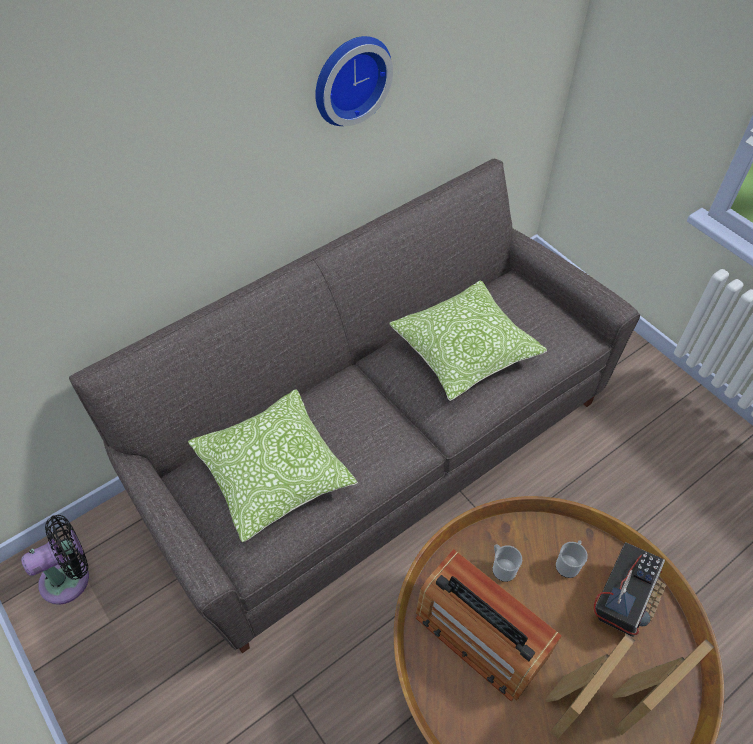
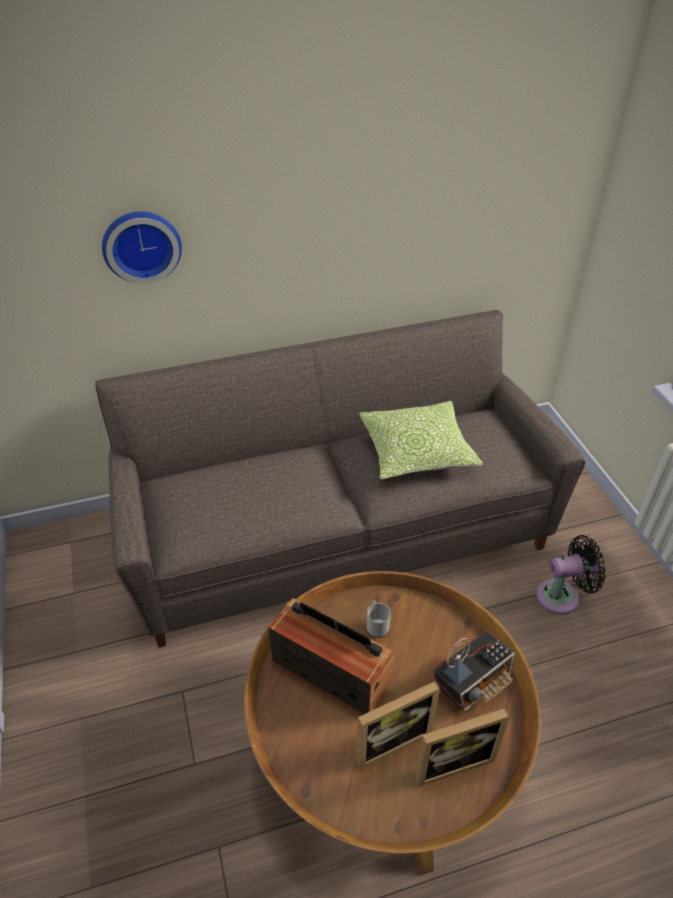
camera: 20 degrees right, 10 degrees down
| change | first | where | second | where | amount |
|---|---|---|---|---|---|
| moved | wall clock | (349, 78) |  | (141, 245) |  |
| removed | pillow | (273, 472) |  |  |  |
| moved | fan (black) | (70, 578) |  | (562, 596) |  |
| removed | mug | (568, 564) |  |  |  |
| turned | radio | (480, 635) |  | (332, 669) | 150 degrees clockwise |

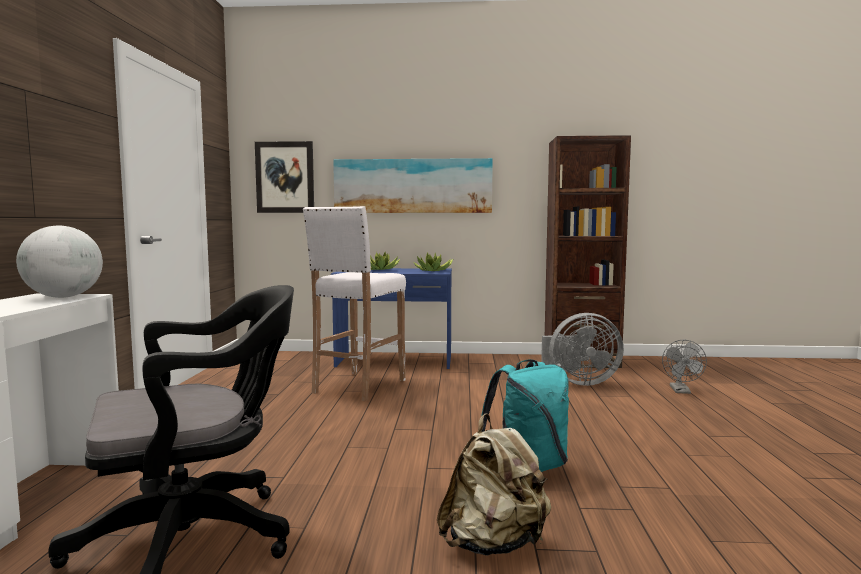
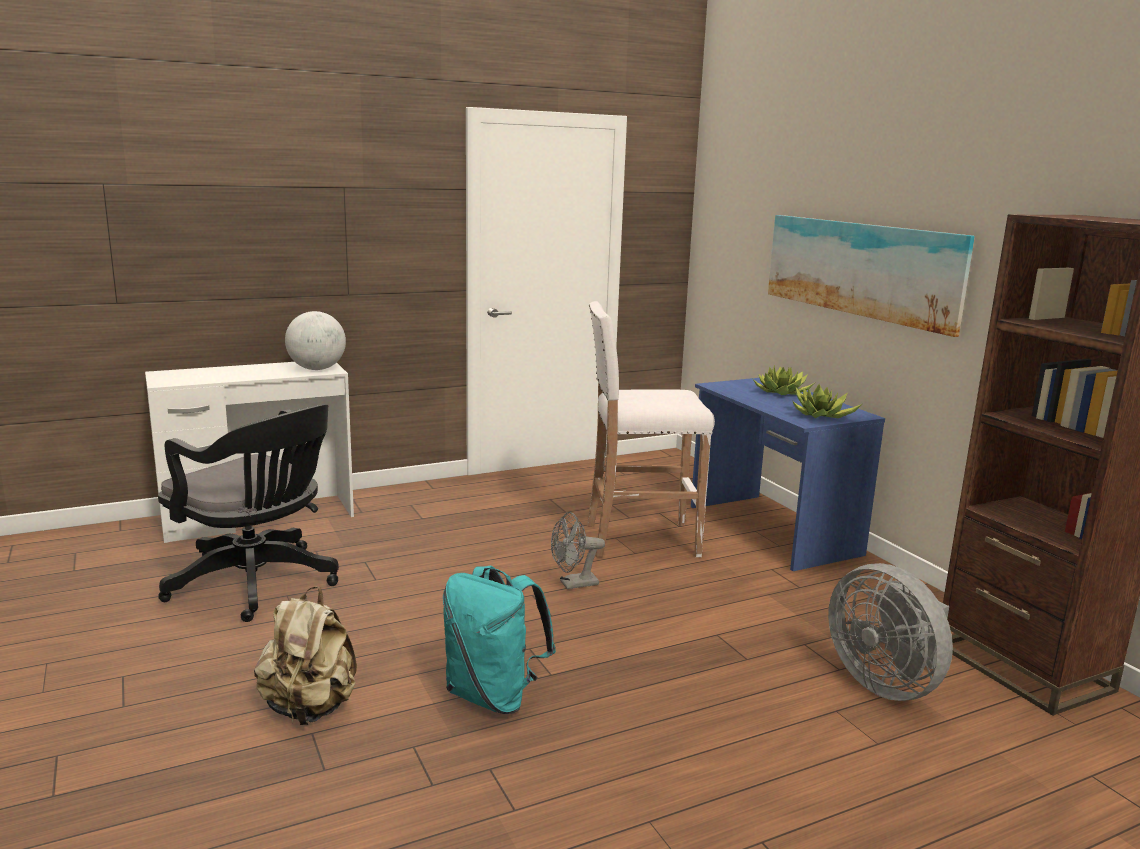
camera: 60 degrees right, 10 degrees up
| change | first | where | second | where | amount |
|---|---|---|---|---|---|
| removed | picture | (285, 177) |  |  |  |
| moved | fan (grey) | (681, 391) |  | (573, 584) |  |

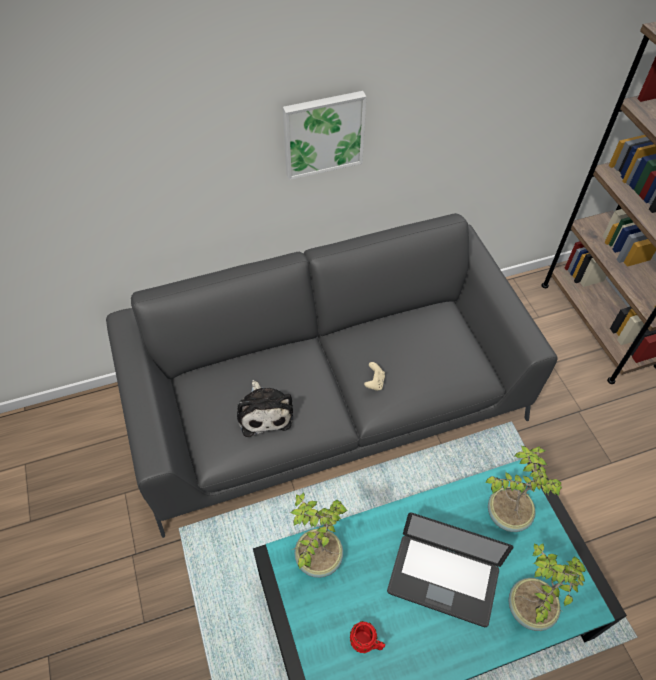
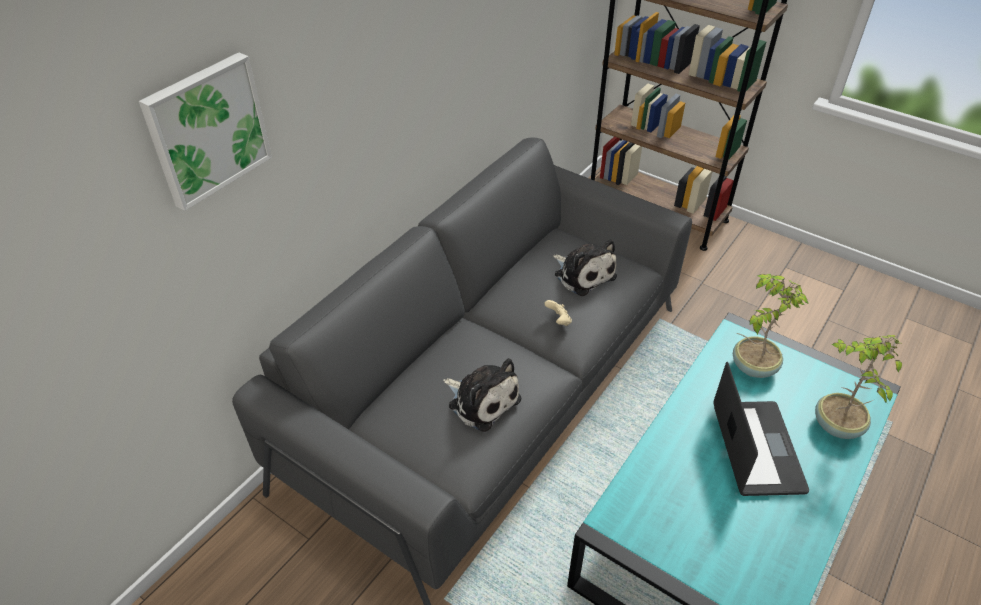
camera: 35 degrees left, 10 degrees down
| change | first | where | second | where | amount |
|---|---|---|---|---|---|
| moved | picture | (323, 133) |  | (206, 129) |  |
| removed | potted plant | (317, 557) |  |  |  |
| turned | laptop | (443, 580) |  | (757, 448) | 75 degrees counterclockwise |
| removed | mug (red) | (366, 643) |  |  |  |
| added |  |  | plush toy | (583, 274) |  |

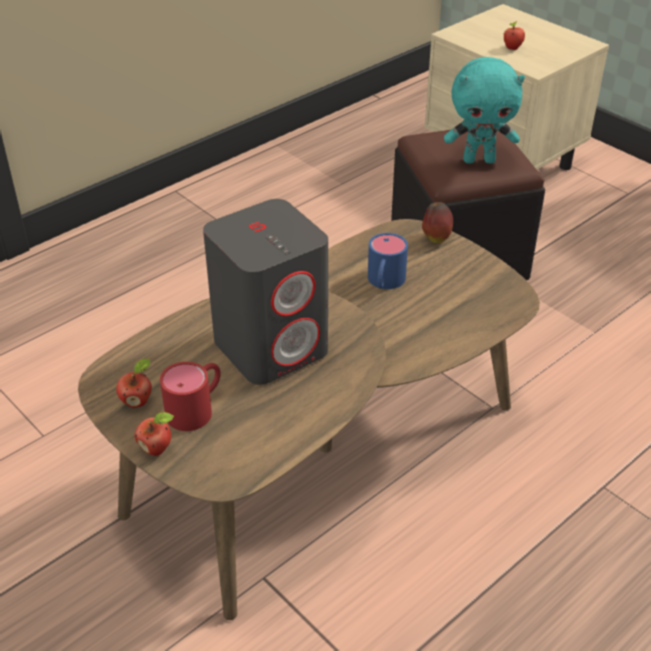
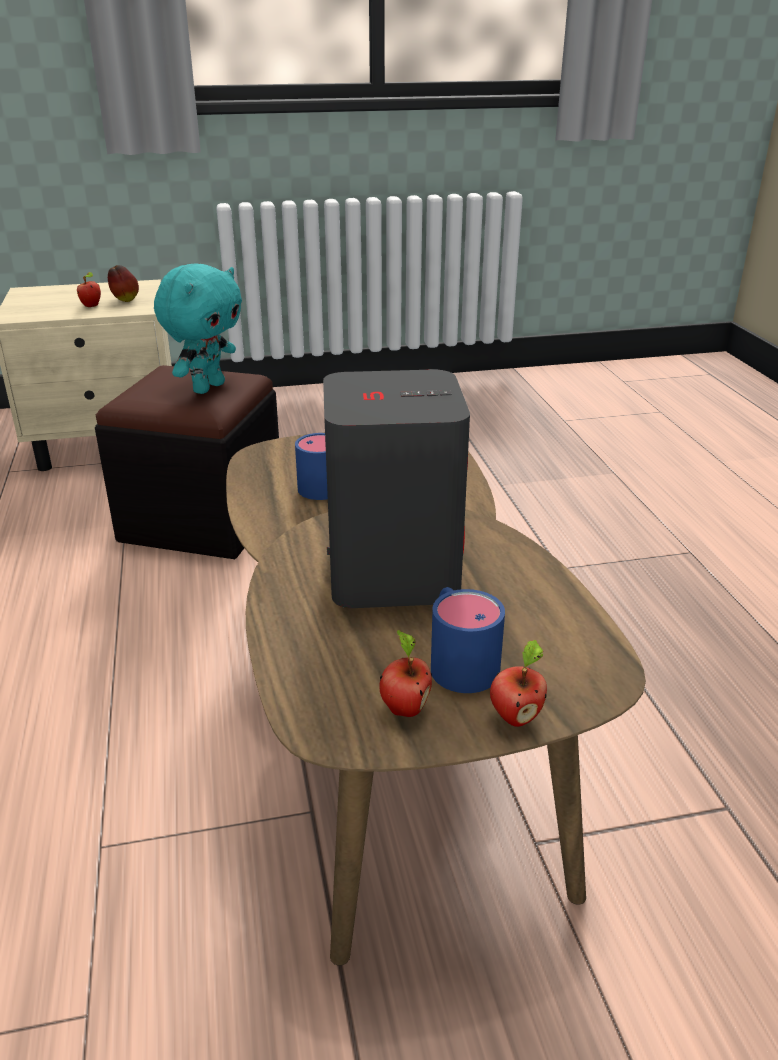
camera: 60 degrees left, 10 degrees down
| change | first | where | second | where | amount |
|---|---|---|---|---|---|
| moved | apple | (436, 238) |  | (125, 300) |  |
| recoloured | mug (red) | (197, 408) | mug (blue) | (458, 660) |  |

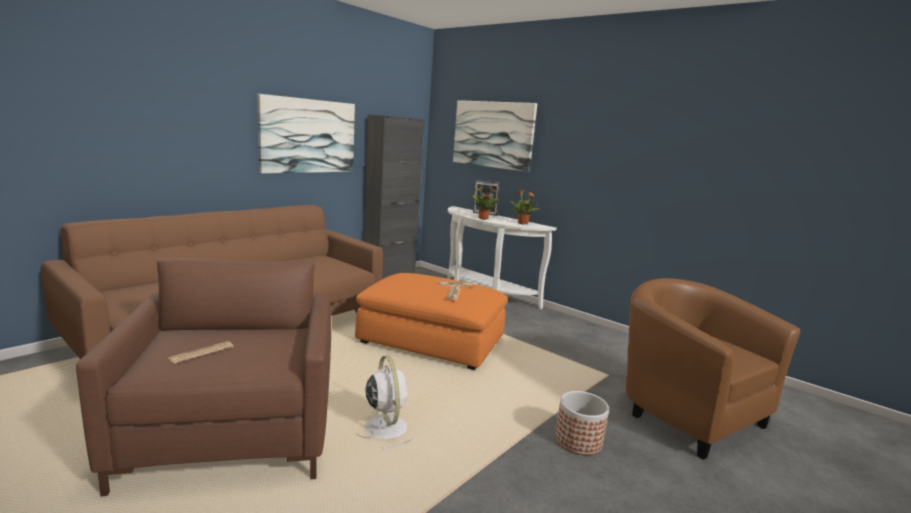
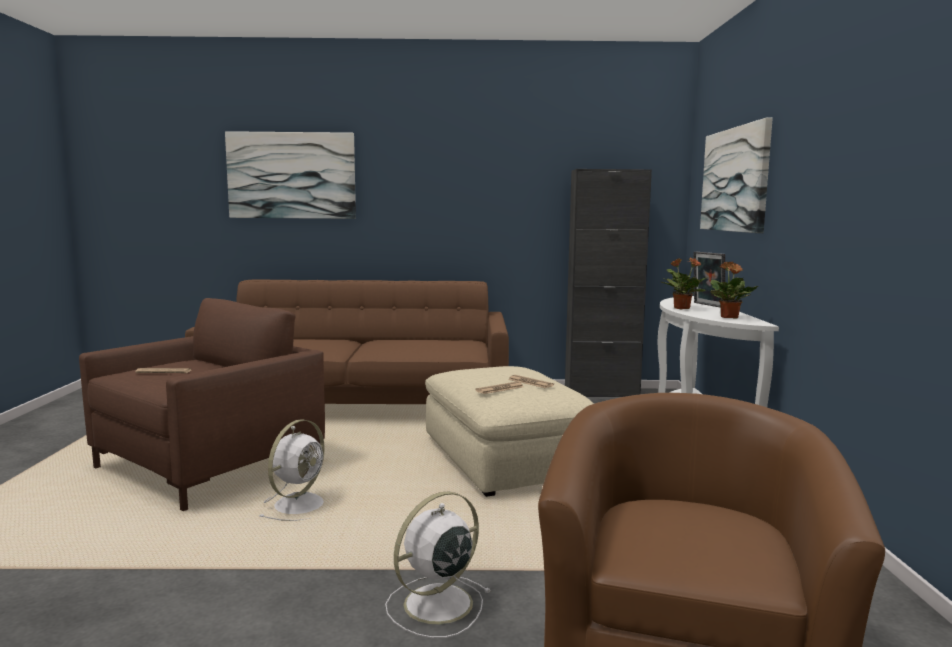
camera: 50 degrees right, 5 degrees down
| change | first | where | second | where | amount |
|---|---|---|---|---|---|
| moved | picture | (308, 136) |  | (292, 175) |  |
| recoloured | ottoman (orange) | (431, 341) | ottoman (beige) | (506, 458) |  |
| replaced | planter | (578, 441) | fan (white) | (435, 605) |  |

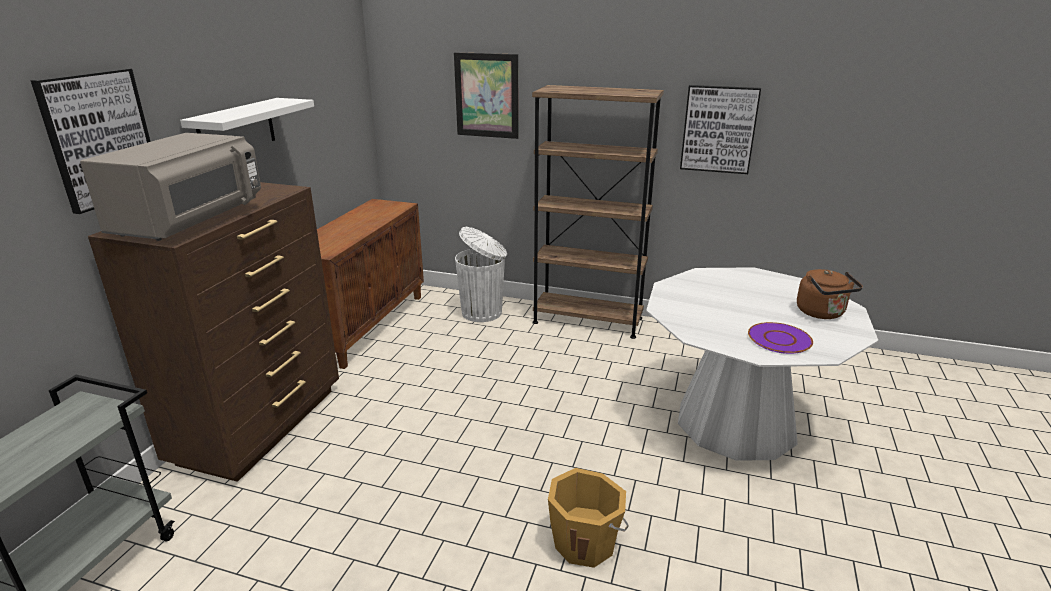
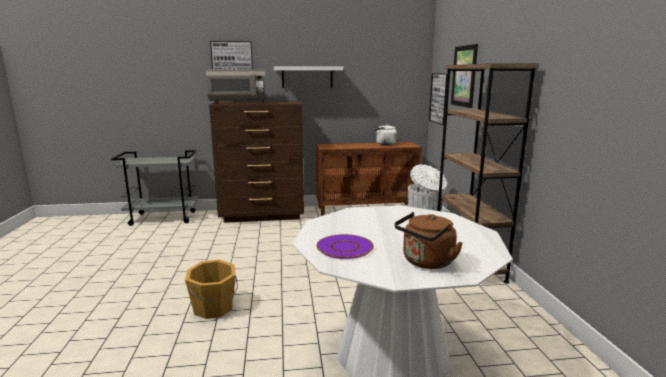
camera: 65 degrees right, 10 degrees down
| change | first | where | second | where | amount |
|---|---|---|---|---|---|
| moved | picture | (719, 129) |  | (440, 98) |  |
| added |  |  | kettle (white) | (384, 144) |  |

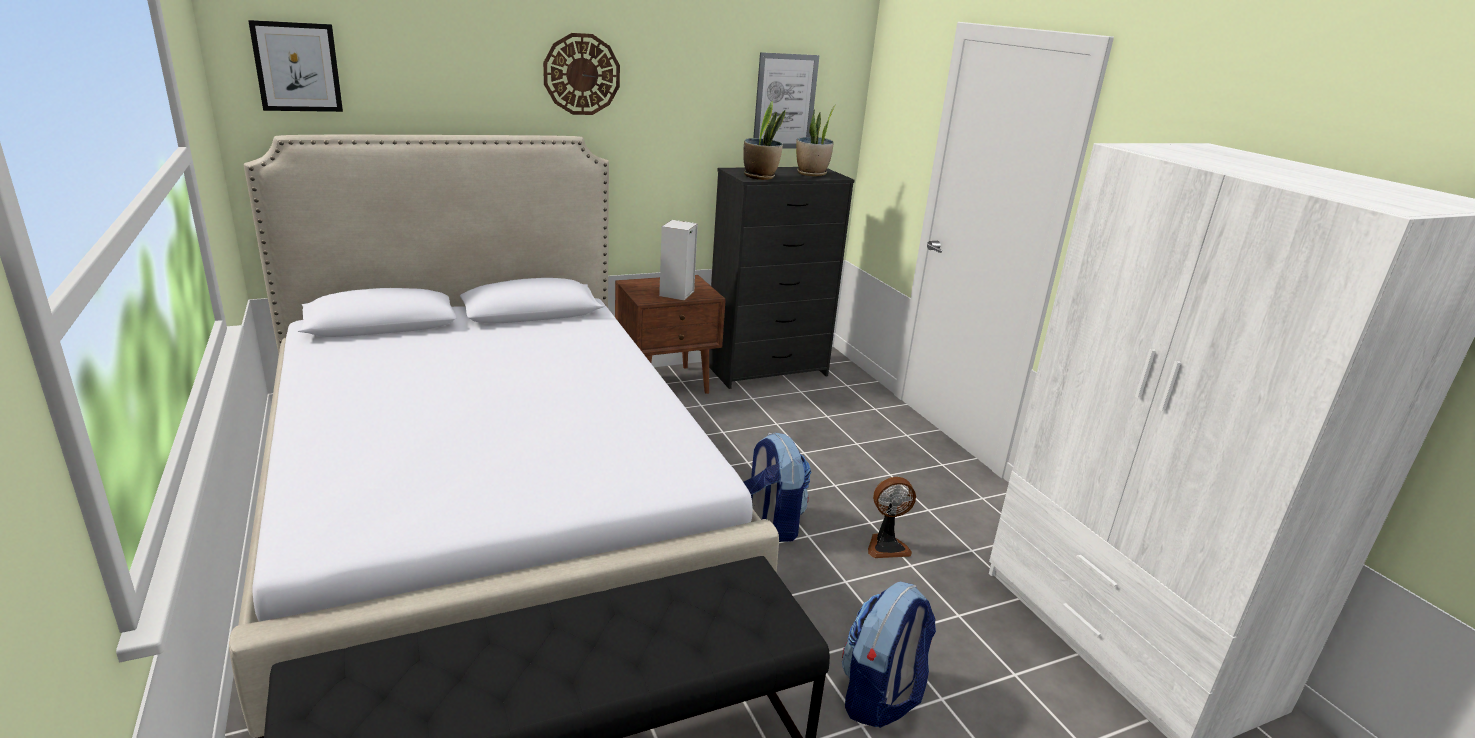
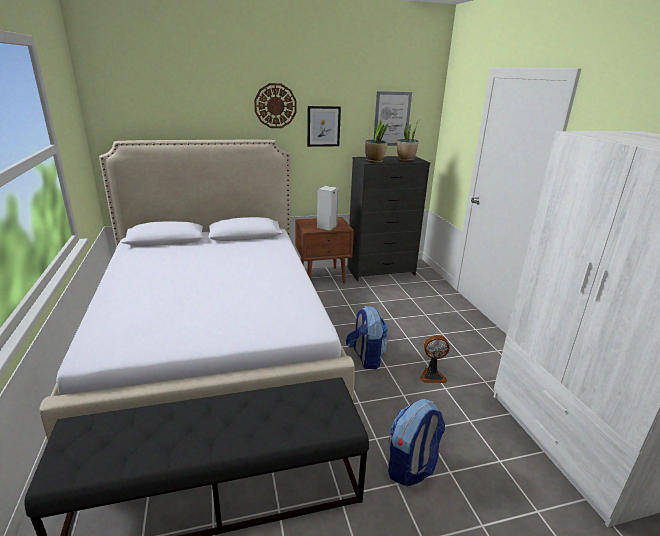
camera: 10 degrees right, 0 degrees up
| change | first | where | second | where | amount |
|---|---|---|---|---|---|
| moved | picture | (297, 67) |  | (323, 126) |  |

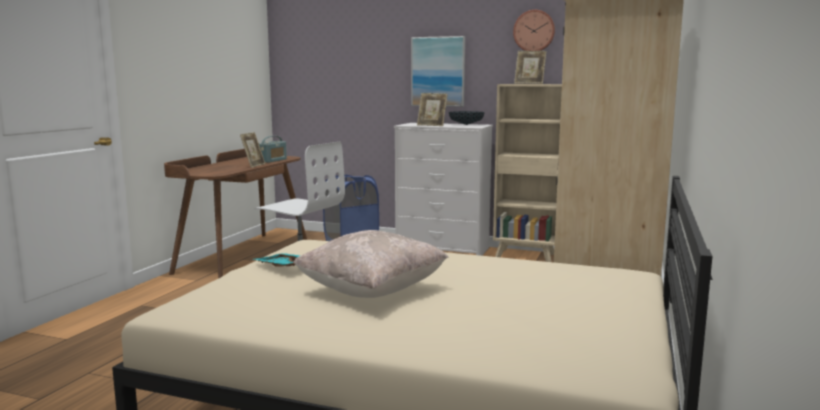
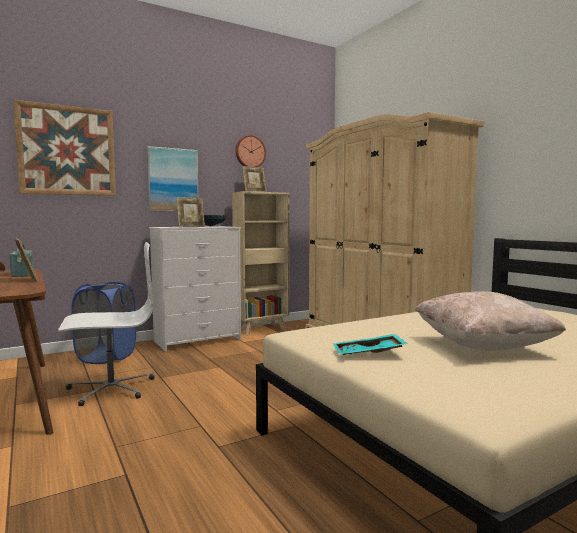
camera: 50 degrees left, 5 degrees down
| change | first | where | second | where | amount |
|---|---|---|---|---|---|
| added |  |  | picture | (67, 150) |  |

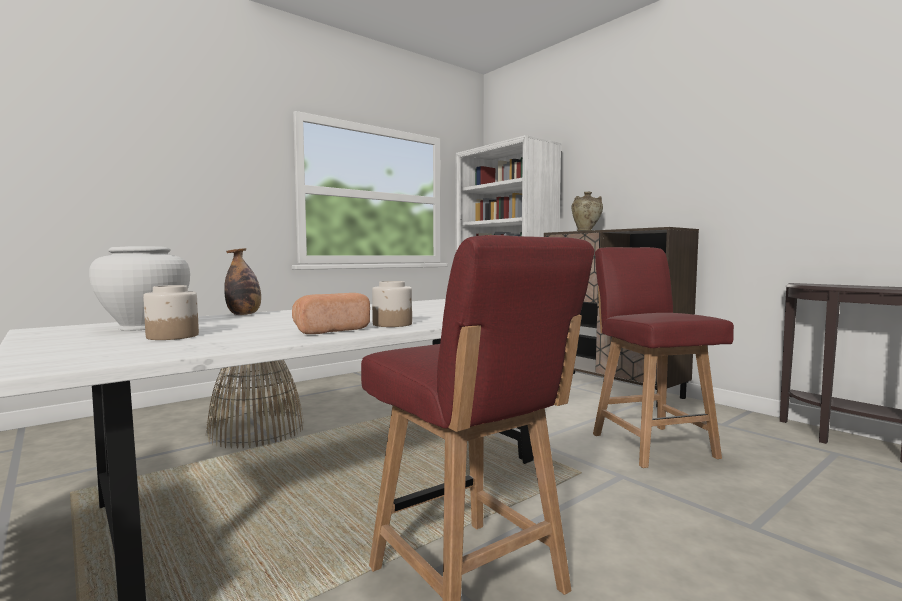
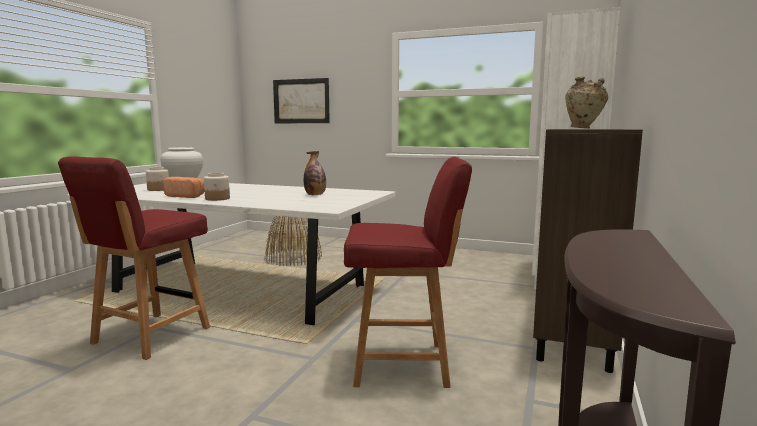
camera: 60 degrees right, 5 degrees up
| change | first | where | second | where | amount |
|---|---|---|---|---|---|
| turned | chair (red) | (651, 444) |  | (403, 364) | 45 degrees clockwise |
| moved | bottle | (244, 314) |  | (315, 195) |  |
| added |  |  | picture | (301, 101) |  |

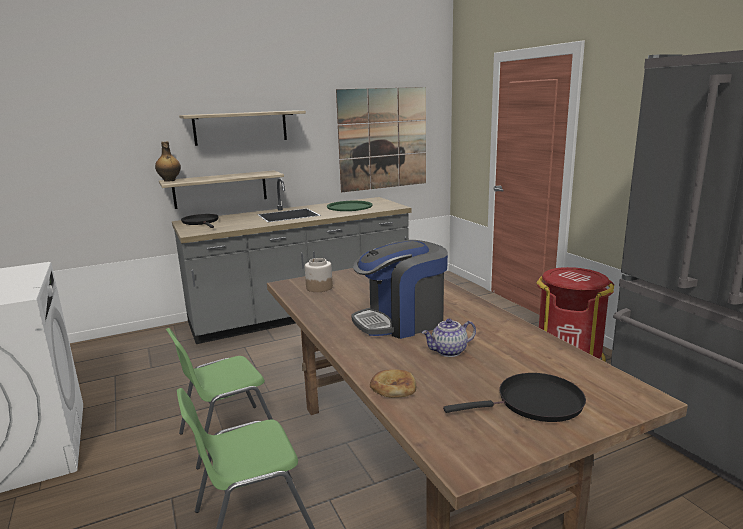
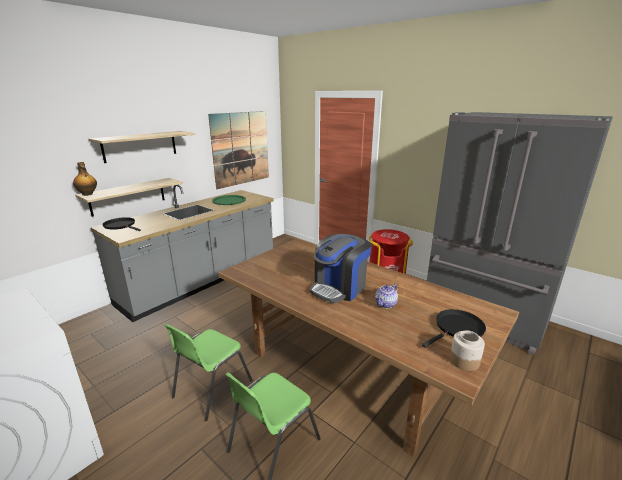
camera: 25 degrees left, 5 degrees up
| change | first | where | second | where | amount |
|---|---|---|---|---|---|
| moved | jar | (319, 287) |  | (464, 361) |  |
| removed | bread | (393, 387) |  |  |  |

